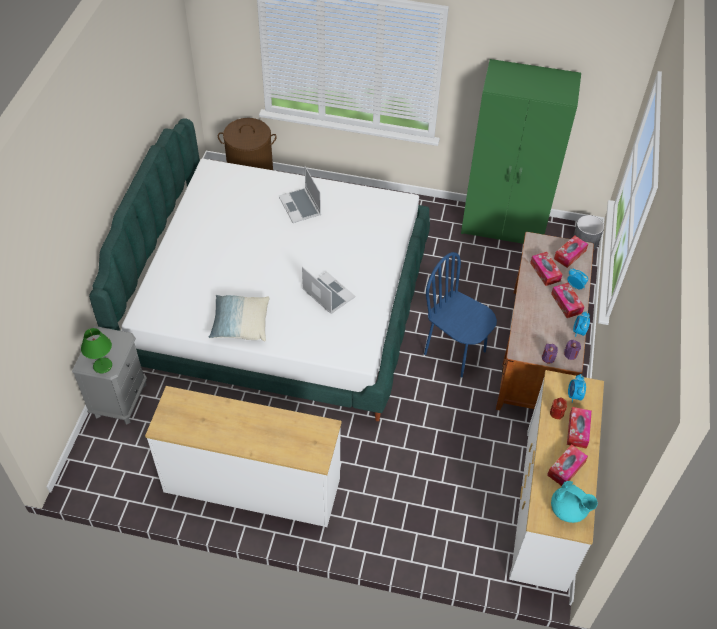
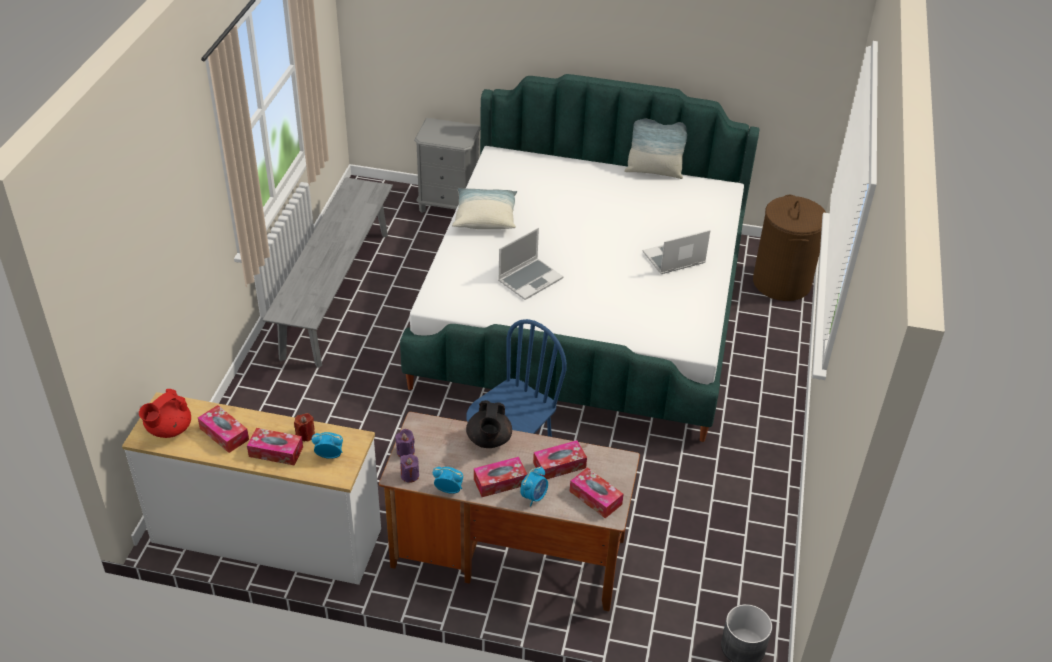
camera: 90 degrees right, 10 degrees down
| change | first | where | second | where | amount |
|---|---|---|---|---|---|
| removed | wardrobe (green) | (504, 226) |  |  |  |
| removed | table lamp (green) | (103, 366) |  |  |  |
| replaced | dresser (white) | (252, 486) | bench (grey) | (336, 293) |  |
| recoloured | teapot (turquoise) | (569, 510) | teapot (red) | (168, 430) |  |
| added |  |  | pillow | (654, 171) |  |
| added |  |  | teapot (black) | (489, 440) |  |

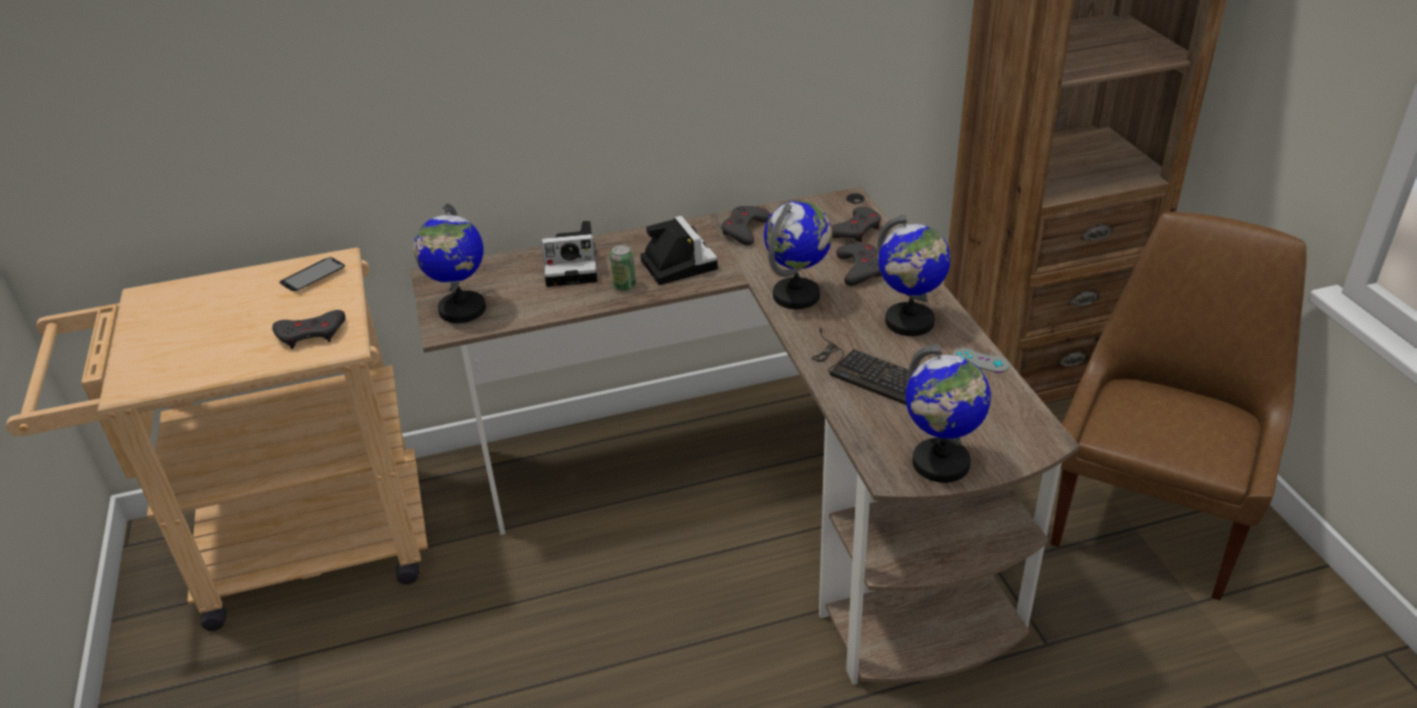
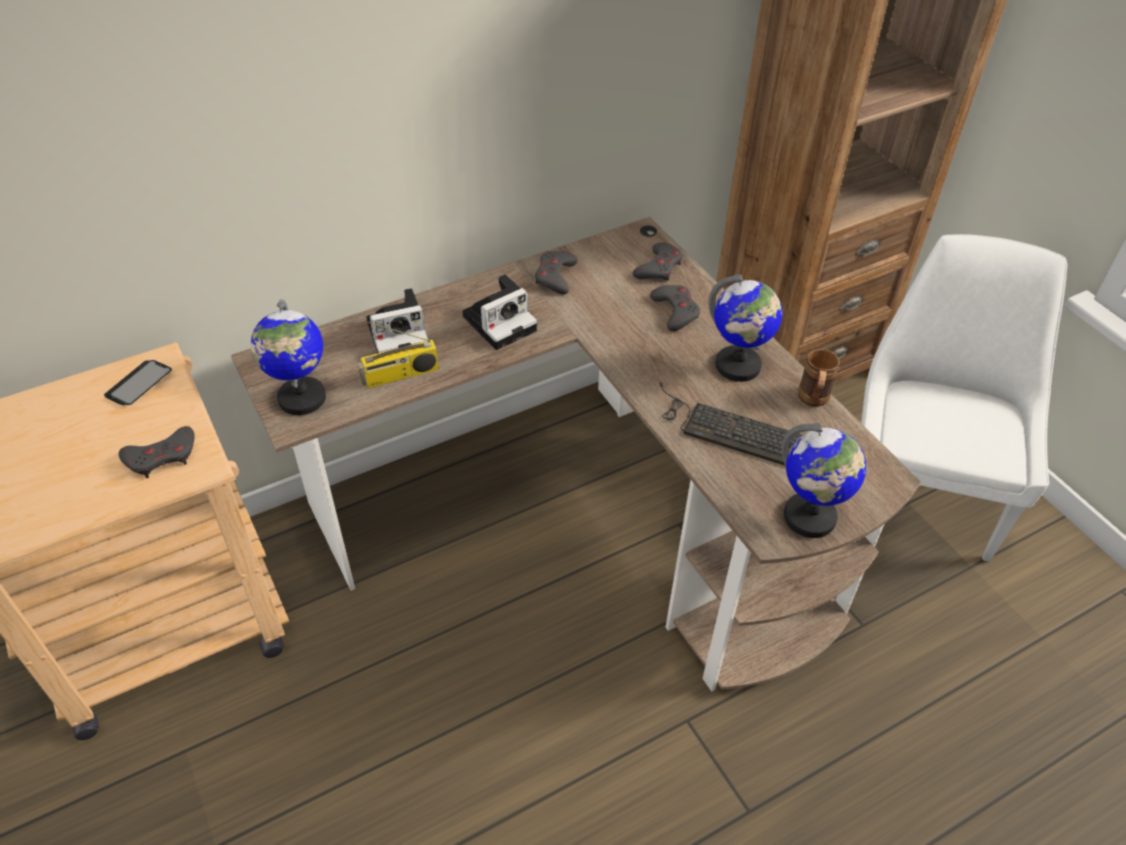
camera: 15 degrees left, 10 degrees up
| change | first | where | second | where | amount |
|---|---|---|---|---|---|
| removed | globe | (797, 296) |  |  |  |
| recoloured | chair (brown) | (1150, 519) | chair (white) | (919, 493) |  |
| turned | photo camera | (676, 263) |  | (501, 322) | 90 degrees clockwise |
| removed | can | (624, 286) |  |  |  |
| replaced | game controller (grey) | (980, 360) | mug (brown) | (812, 401) |  |
| added |  |  | radio | (400, 375) |  |

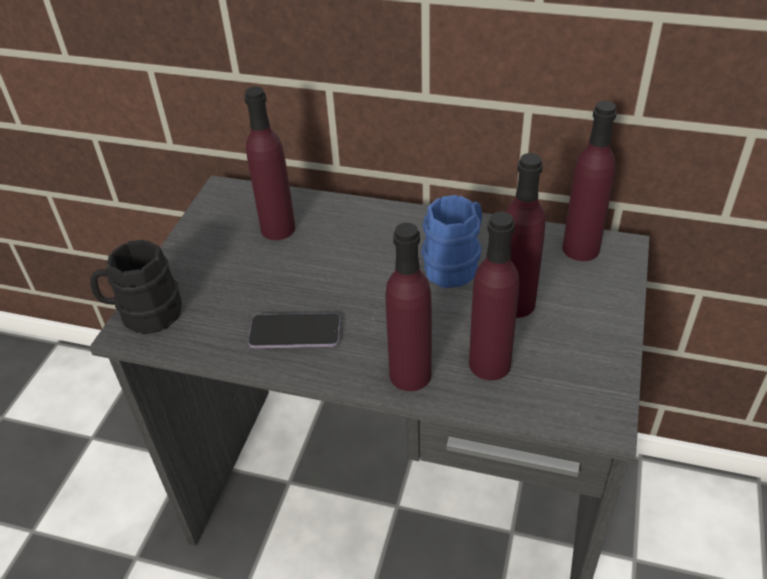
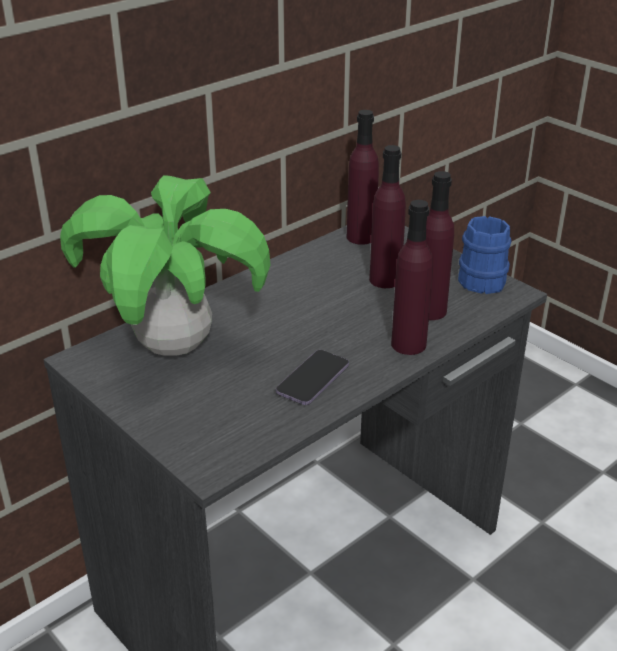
camera: 60 degrees left, 10 degrees down
| change | first | where | second | where | amount |
|---|---|---|---|---|---|
| replaced | bottle (purple) | (278, 228) | potted plant | (175, 347) |  |
| moved | mug (blue) | (456, 264) |  | (478, 277) |  |
| removed | mug (black) | (144, 314) |  |  |  |

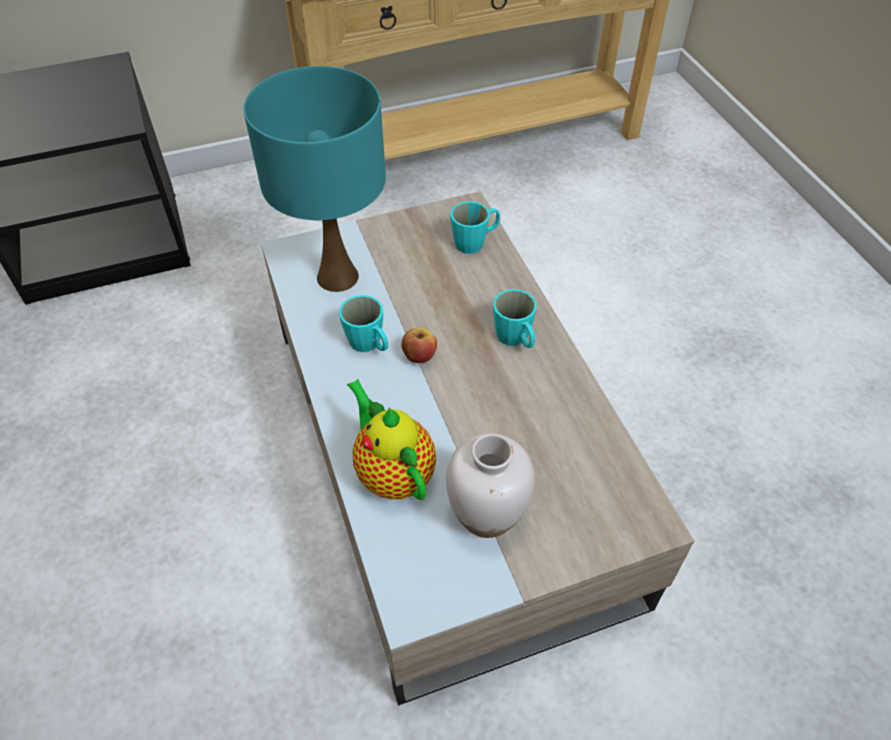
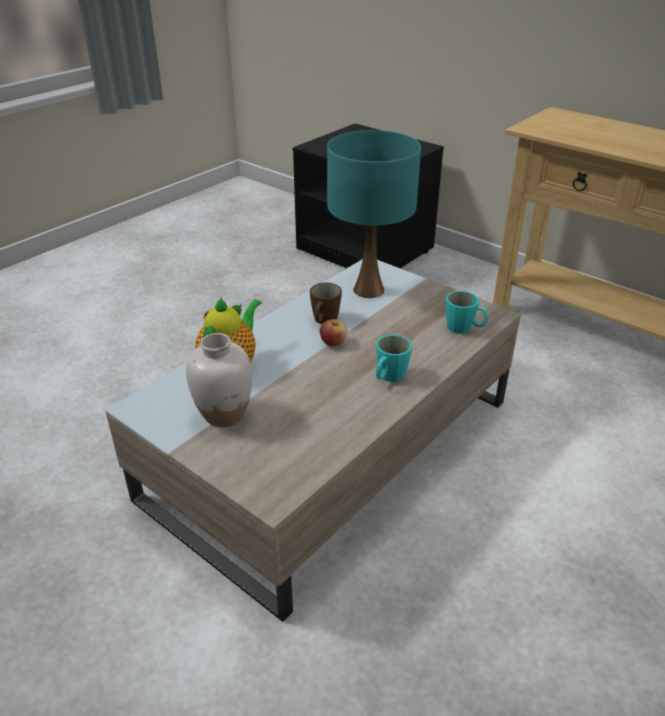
camera: 60 degrees right, 15 degrees down
| change | first | where | second | where | amount |
|---|---|---|---|---|---|
| recoloured | mug (turquoise) | (369, 345) | mug (brown) | (324, 321) |  |

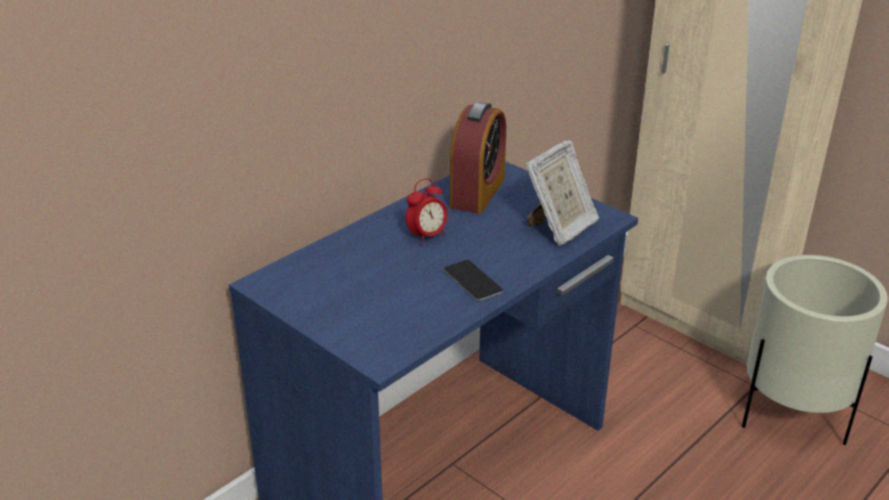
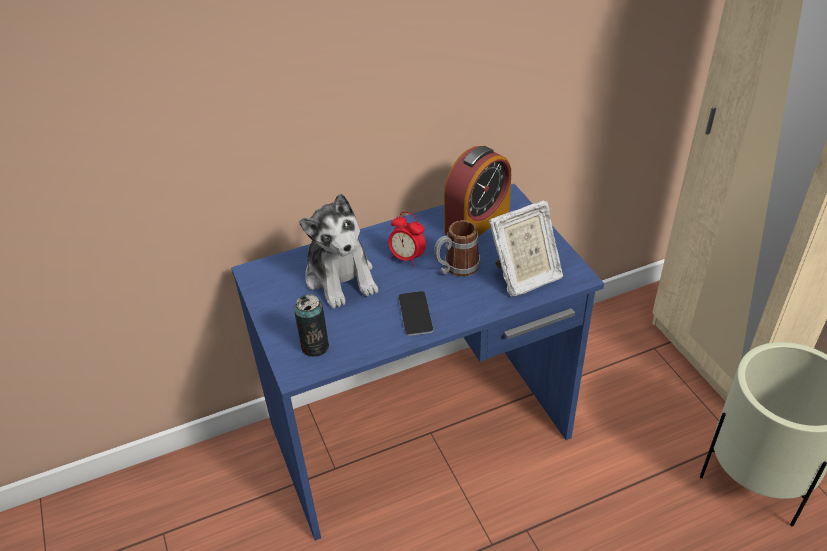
camera: 25 degrees right, 10 degrees up
| change | first | where | second | where | amount |
|---|---|---|---|---|---|
| turned | alarm clock | (427, 236) |  | (407, 258) | 45 degrees clockwise |
| added |  |  | plush toy | (341, 277) |  |
| added |  |  | mug | (456, 268) |  |
| added |  |  | can | (315, 346) |  |

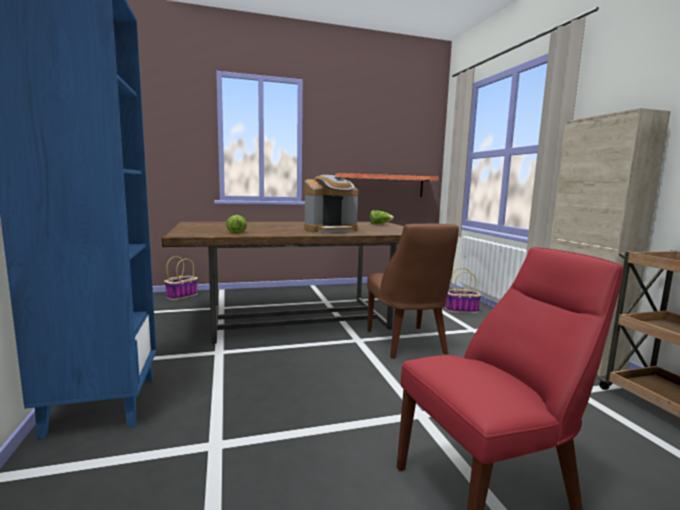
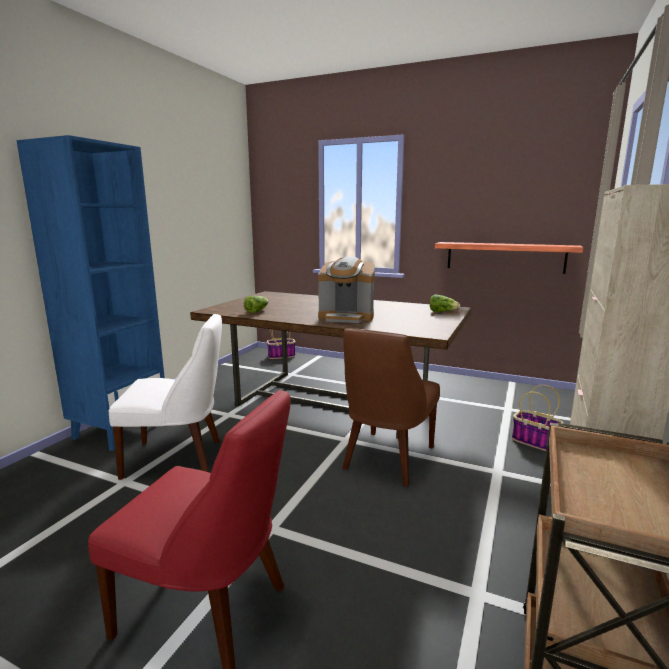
camera: 40 degrees right, 5 degrees up
| change | first | where | second | where | amount |
|---|---|---|---|---|---|
| added |  |  | chair (white) | (178, 458) |  |

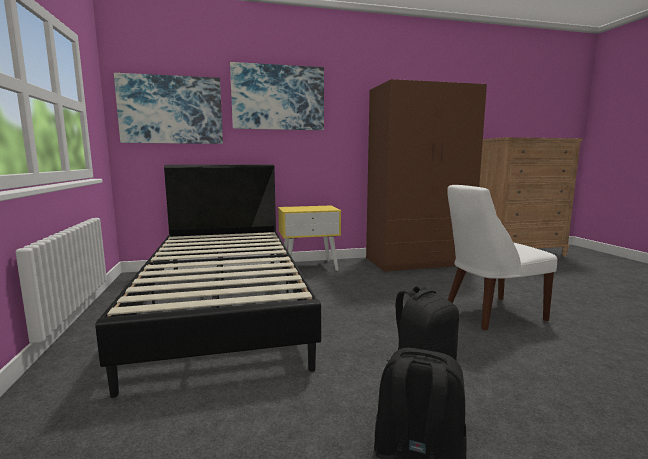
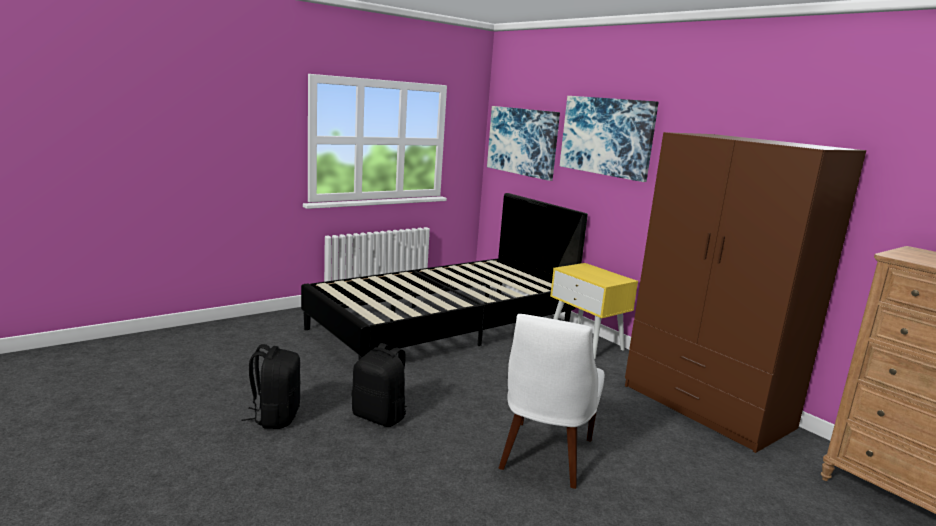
camera: 65 degrees right, 5 degrees up
| change | first | where | second | where | amount |
|---|---|---|---|---|---|
| turned | chair (white) | (490, 313) |  | (544, 456) | 120 degrees counterclockwise |

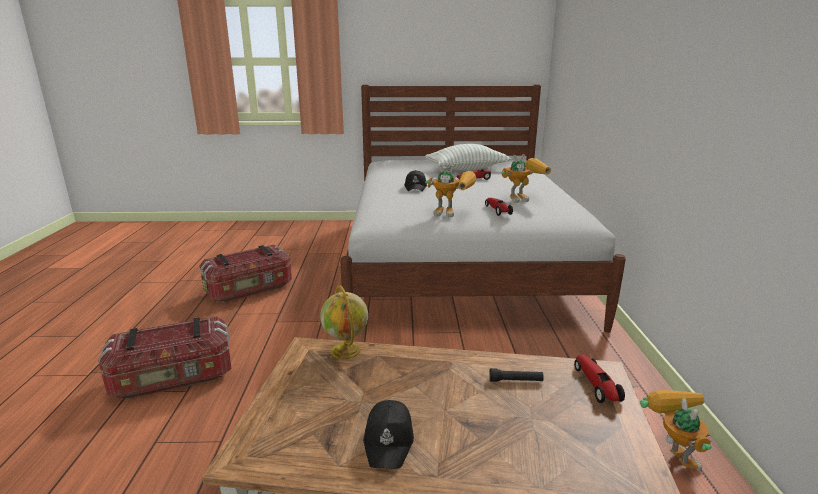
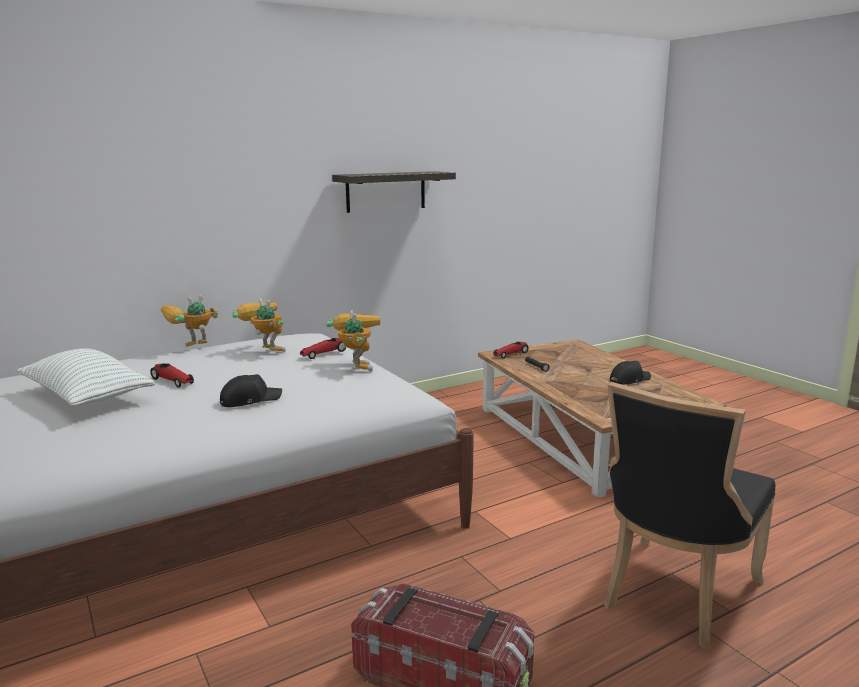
camera: 120 degrees left, 5 degrees down
| change | first | where | second | where | amount |
|---|---|---|---|---|---|
| removed | globe | (346, 351) |  |  |  |
| replaced | storage box | (174, 379) | chair (black) | (675, 594) |  |
| moved | toy robot | (670, 453) |  | (190, 349) |  |
| added |  |  | shelf | (386, 191) |  |

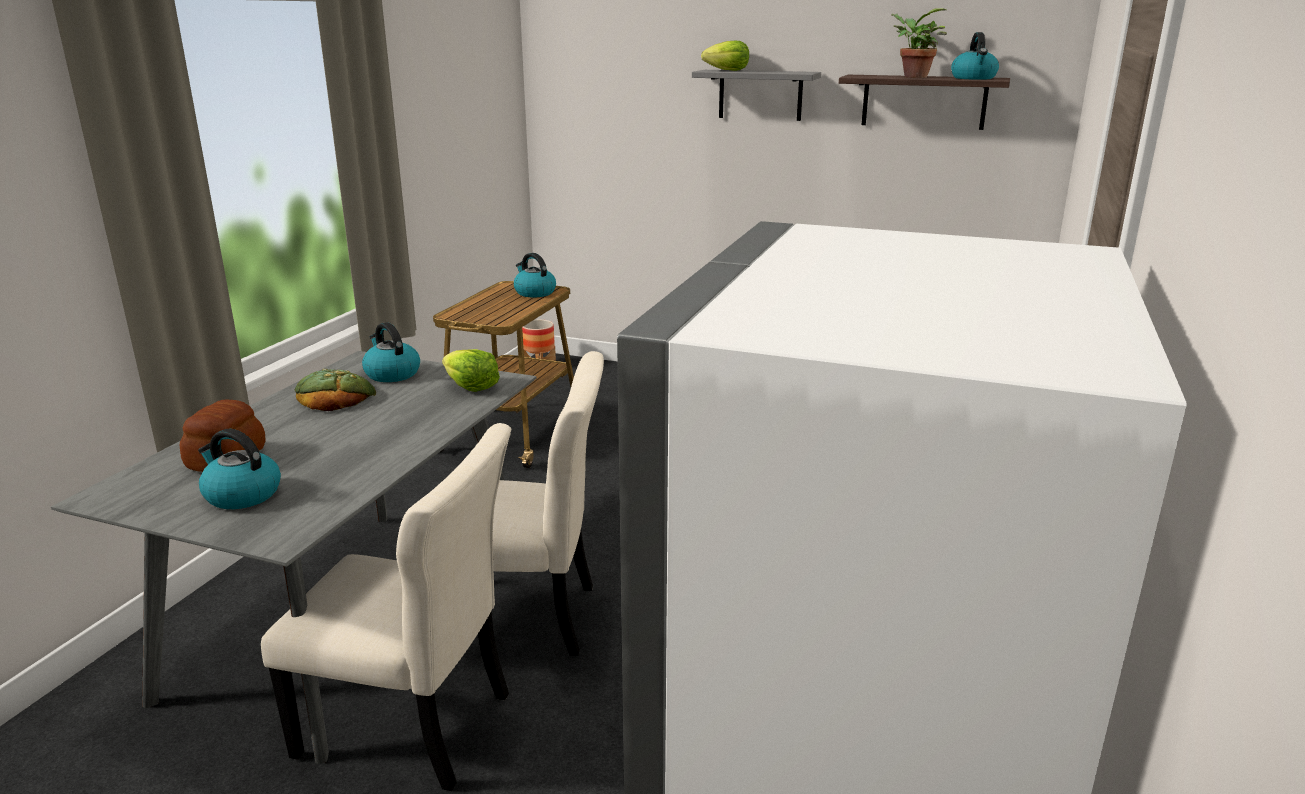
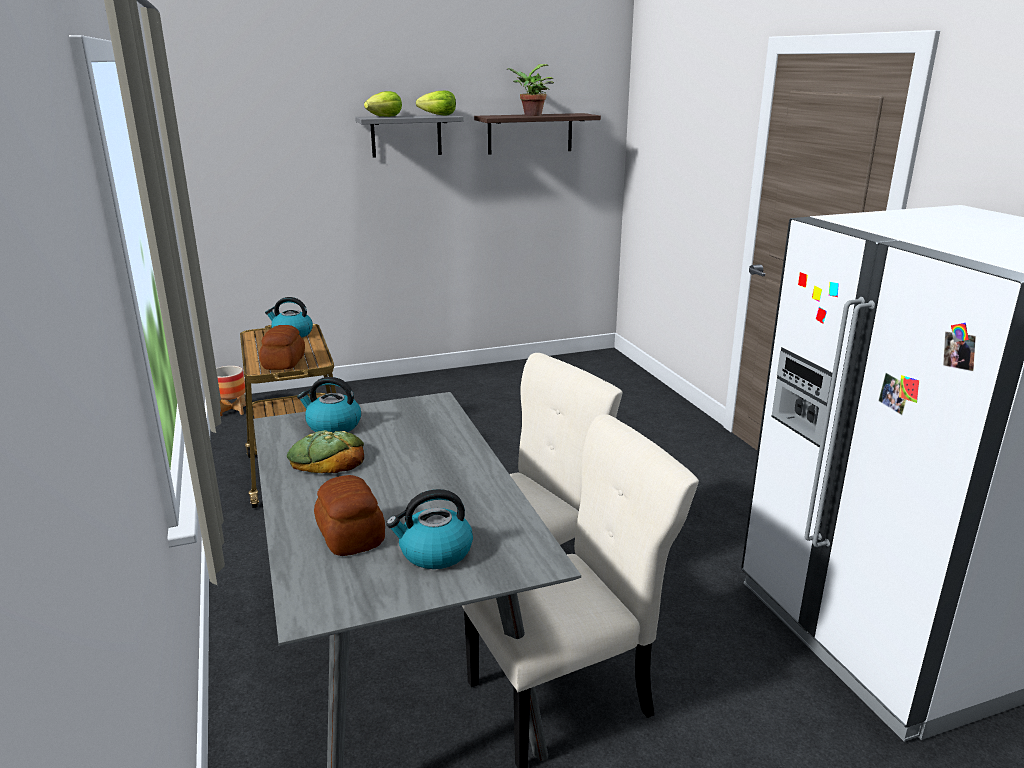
camera: 40 degrees left, 0 degrees up
| change | first | where | second | where | amount |
|---|---|---|---|---|---|
| removed | kettle | (974, 78) |  |  |  |
| moved | lettuce | (471, 387) |  | (438, 115) |  |
| added |  |  | bread | (283, 362) |  |

